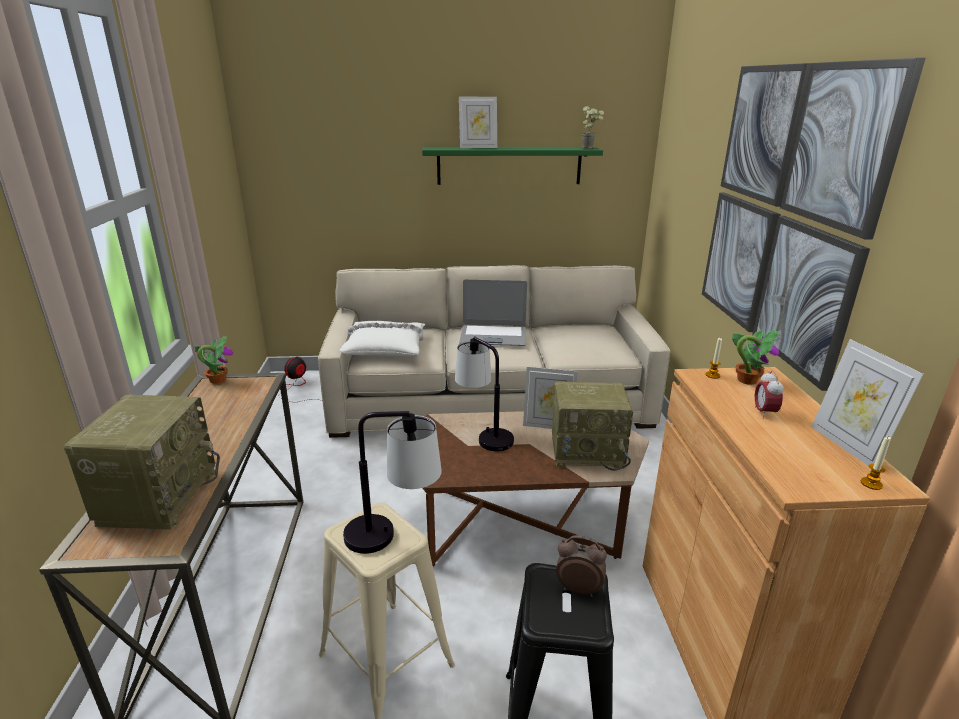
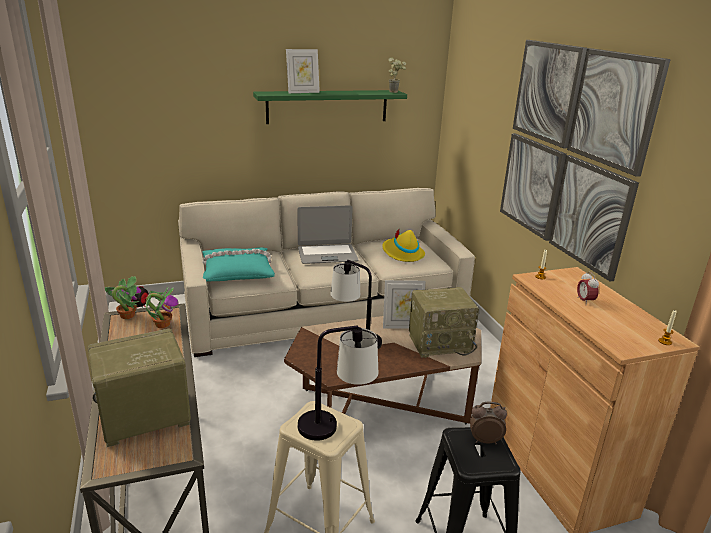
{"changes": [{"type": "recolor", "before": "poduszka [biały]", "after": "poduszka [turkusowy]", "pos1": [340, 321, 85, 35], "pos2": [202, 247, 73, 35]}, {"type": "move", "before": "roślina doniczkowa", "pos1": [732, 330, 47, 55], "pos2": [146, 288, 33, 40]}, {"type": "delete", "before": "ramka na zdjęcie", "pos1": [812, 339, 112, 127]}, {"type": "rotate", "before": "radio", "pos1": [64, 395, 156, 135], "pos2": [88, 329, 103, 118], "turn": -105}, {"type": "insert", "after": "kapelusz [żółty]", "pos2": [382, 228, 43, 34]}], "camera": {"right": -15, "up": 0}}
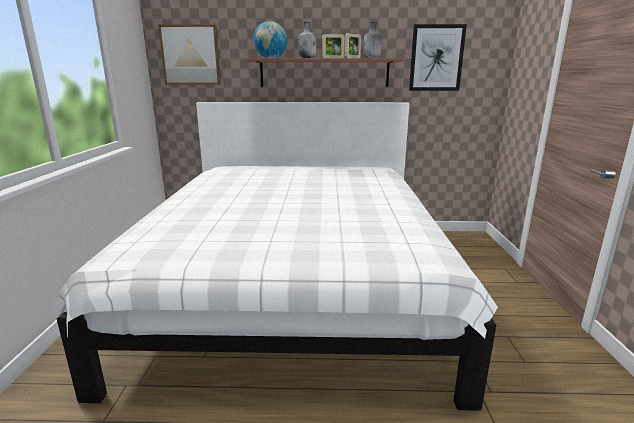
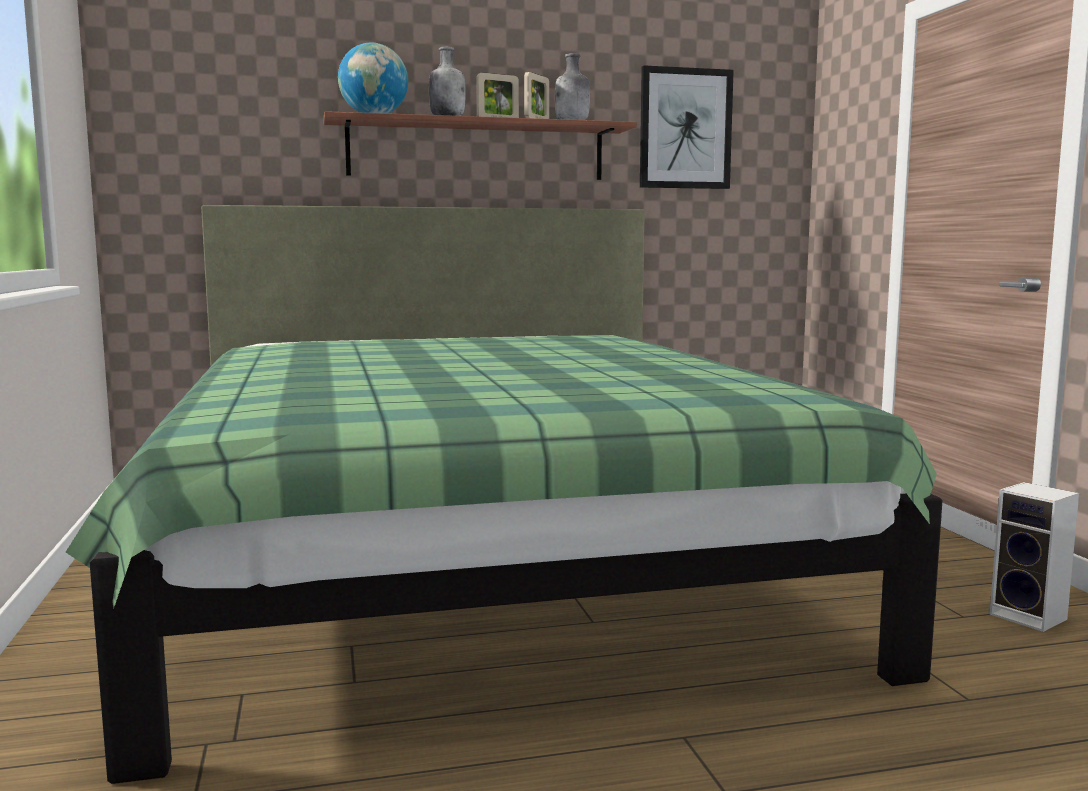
{"changes": [{"type": "delete", "before": "obraz", "pos1": [158, 24, 63, 61]}, {"type": "recolor", "before": "łóżko [biały]", "after": "łóżko [zielony]", "pos1": [53, 102, 445, 309], "pos2": [66, 205, 877, 579]}, {"type": "insert", "after": "głośnik", "pos2": [990, 482, 89, 150]}], "camera": {"right": -15, "up": -10}}
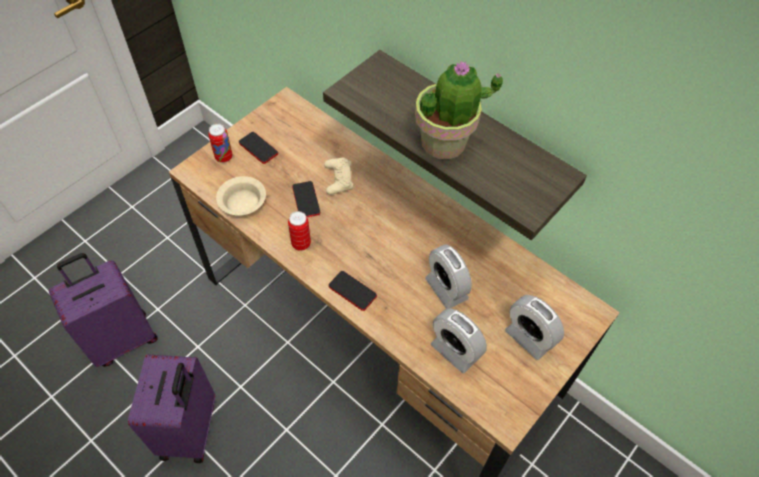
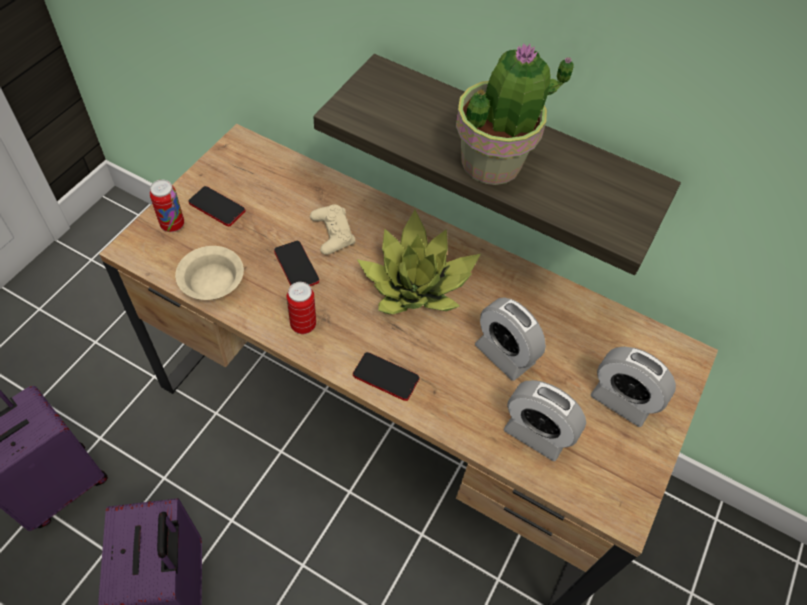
{"changes": [{"type": "insert", "after": "roślina doniczkowa", "pos2": [357, 210, 124, 104]}], "camera": {"right": -15, "up": 0}}
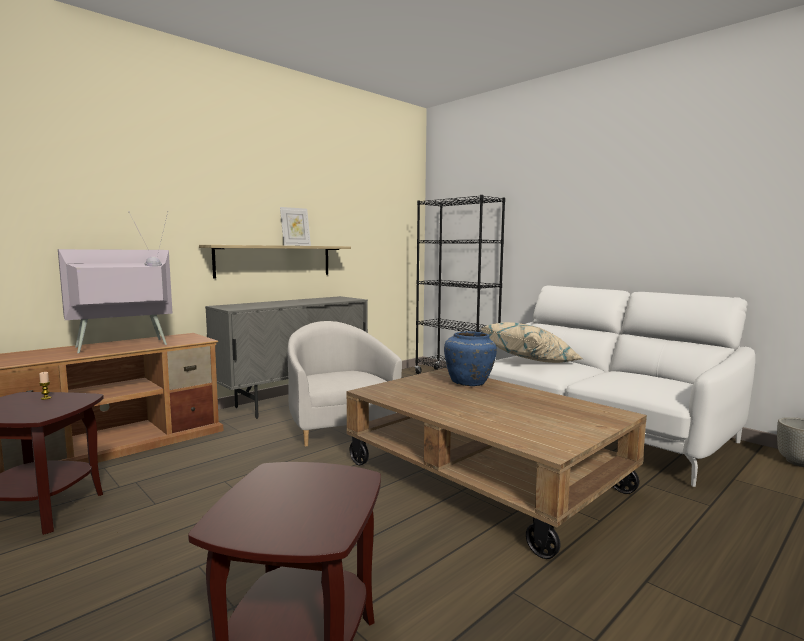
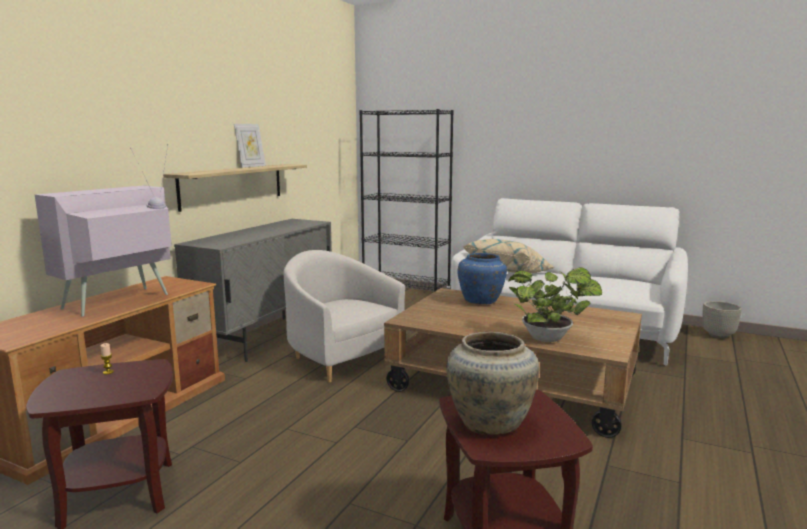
{"changes": [{"type": "insert", "after": "roślina doniczkowa", "pos2": [508, 268, 94, 74]}, {"type": "insert", "after": "wazon [beżowy]", "pos2": [446, 332, 93, 102]}], "camera": {"right": -20, "up": 5}}
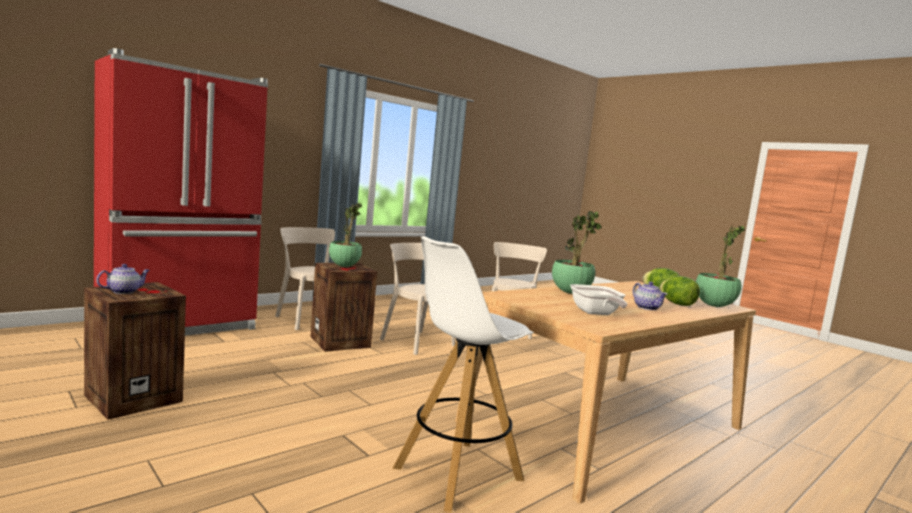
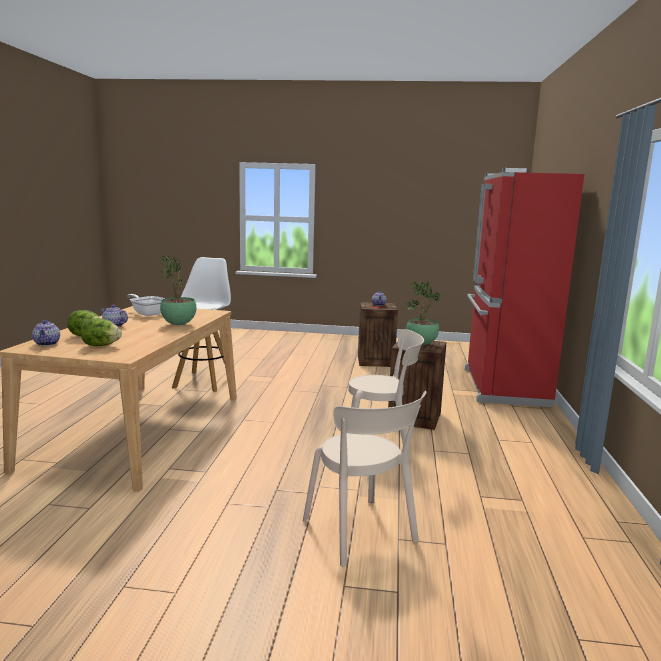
{"changes": [{"type": "replace", "before": "roślina doniczkowa", "after": "imbryk", "pos1": [696, 225, 49, 82], "pos2": [32, 320, 28, 26]}, {"type": "delete", "before": "krzesło [beżowy]", "pos1": [275, 227, 60, 103]}], "camera": {"right": 140, "up": 5}}
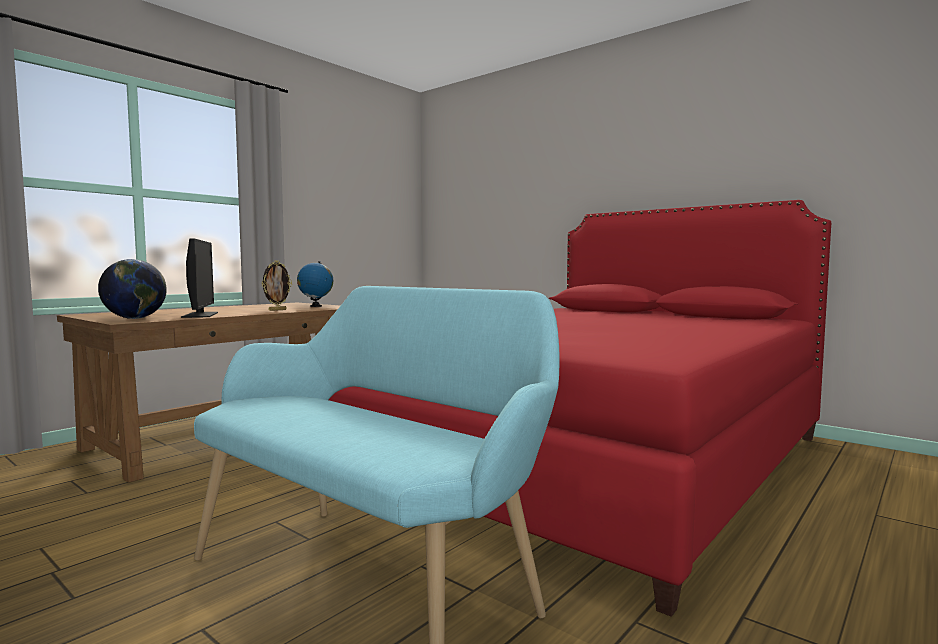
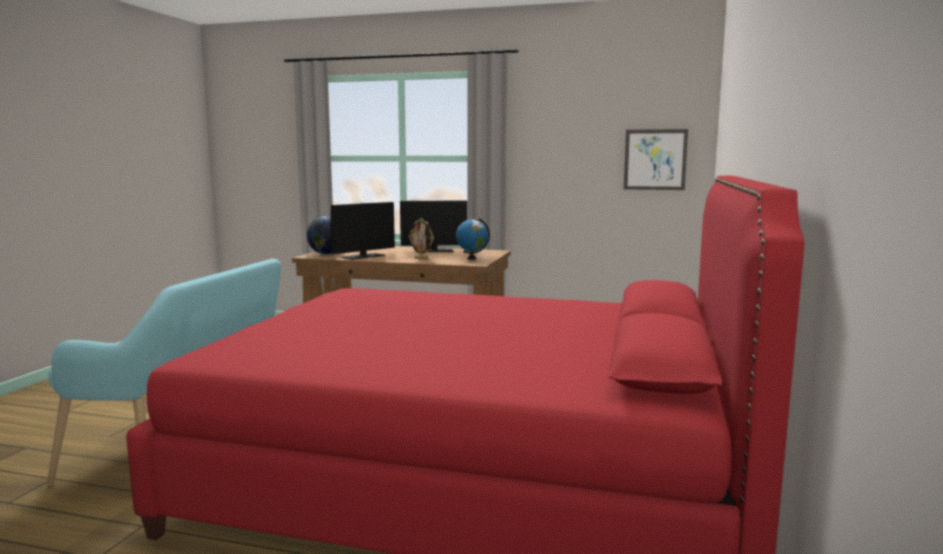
{"changes": [{"type": "insert", "after": "obraz", "pos2": [624, 129, 64, 61]}, {"type": "insert", "after": "monitor", "pos2": [400, 201, 67, 51]}], "camera": {"right": 65, "up": 5}}
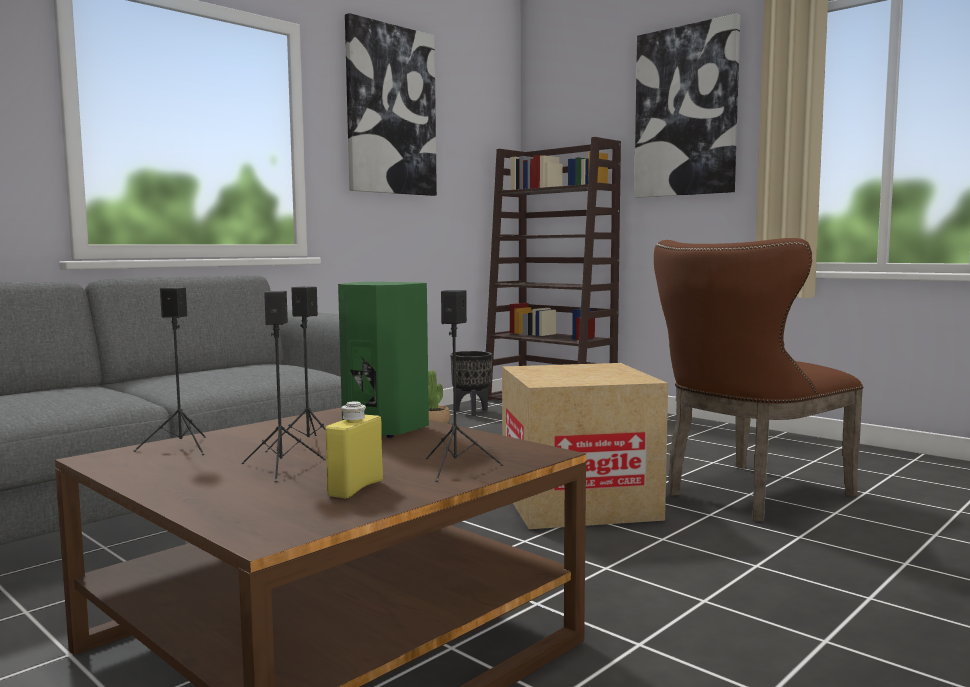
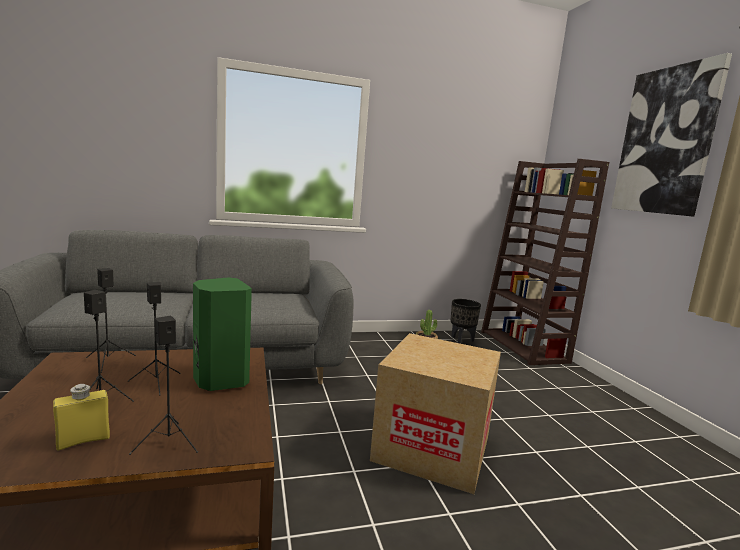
{"changes": [{"type": "delete", "before": "obraz", "pos1": [345, 13, 92, 183]}, {"type": "delete", "before": "krzesło [brązowy]", "pos1": [654, 238, 209, 284]}], "camera": {"right": 30, "up": 5}}
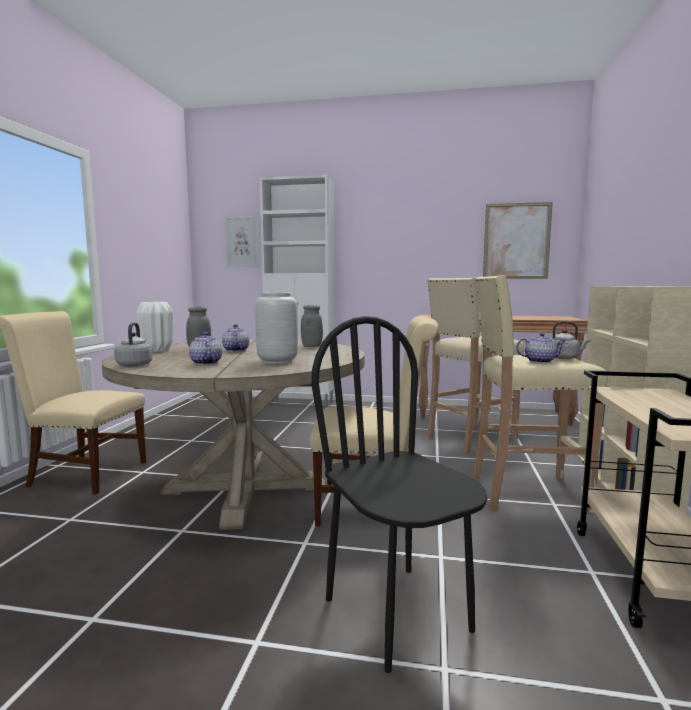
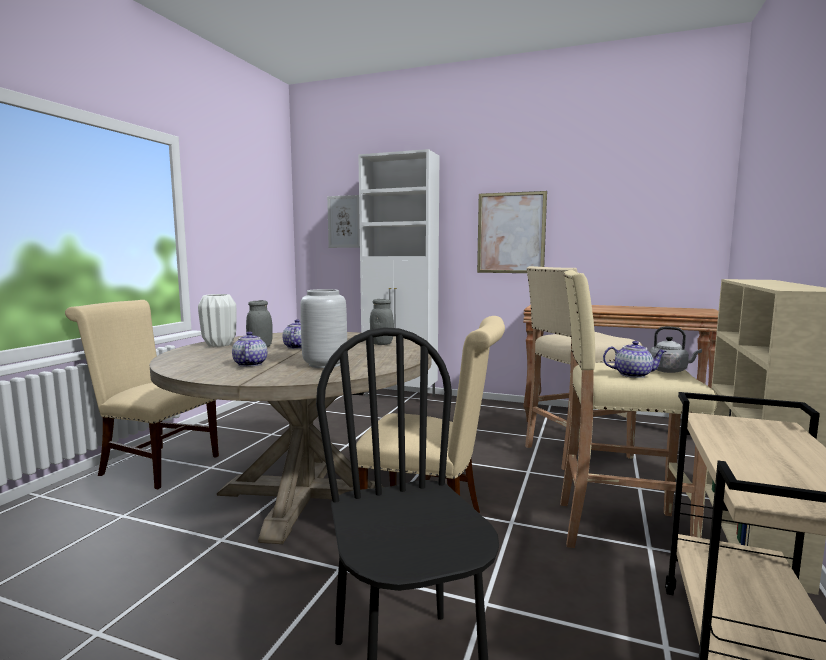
{"changes": [{"type": "move", "before": "obraz", "pos1": [483, 202, 70, 77], "pos2": [477, 191, 70, 82]}, {"type": "delete", "before": "czajnik [szary]", "pos1": [114, 323, 39, 44]}], "camera": {"right": 10, "up": 0}}
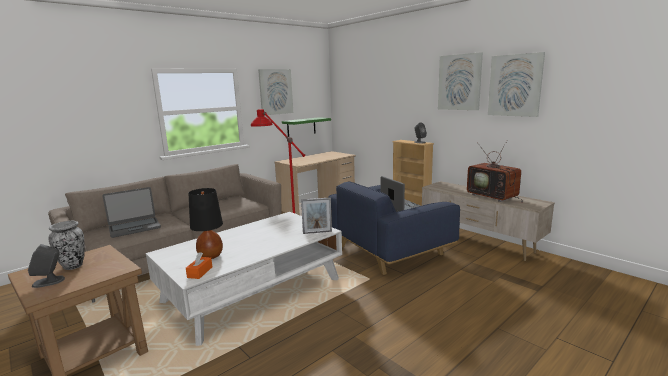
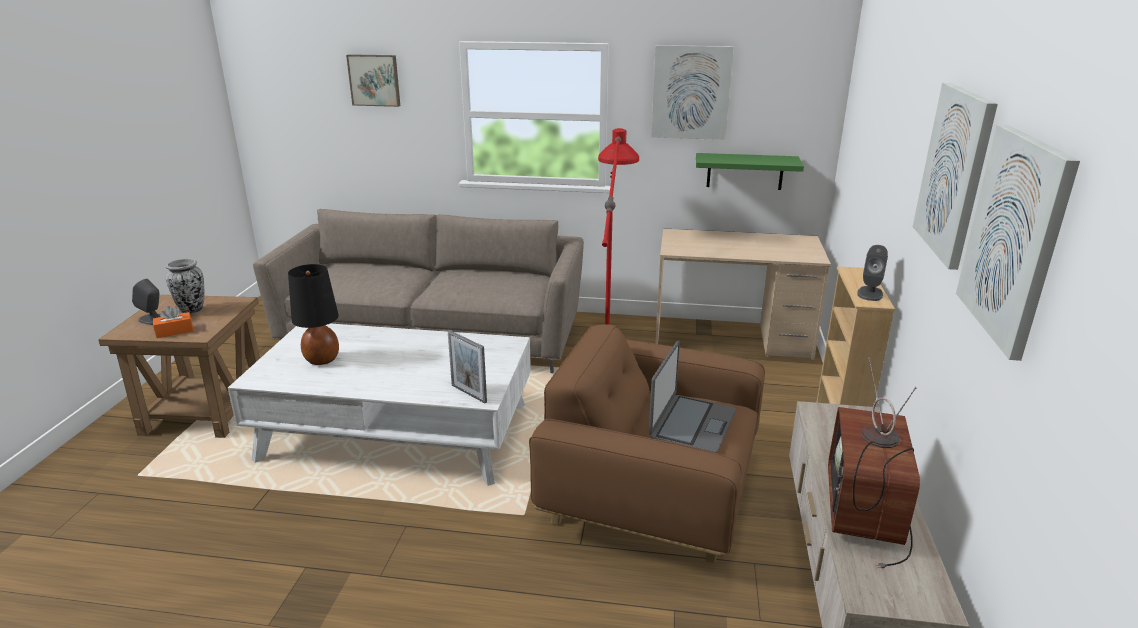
{"changes": [{"type": "recolor", "before": "fotel [niebieski]", "after": "fotel [brązowy]", "pos1": [328, 181, 132, 94], "pos2": [529, 324, 236, 239]}, {"type": "delete", "before": "laptop", "pos1": [102, 187, 59, 51]}, {"type": "move", "before": "pudełko chusteczek [pomarańczowy]", "pos1": [186, 252, 26, 27], "pos2": [153, 306, 40, 32]}, {"type": "insert", "after": "obraz", "pos2": [346, 54, 54, 53]}], "camera": {"right": 50, "up": 10}}
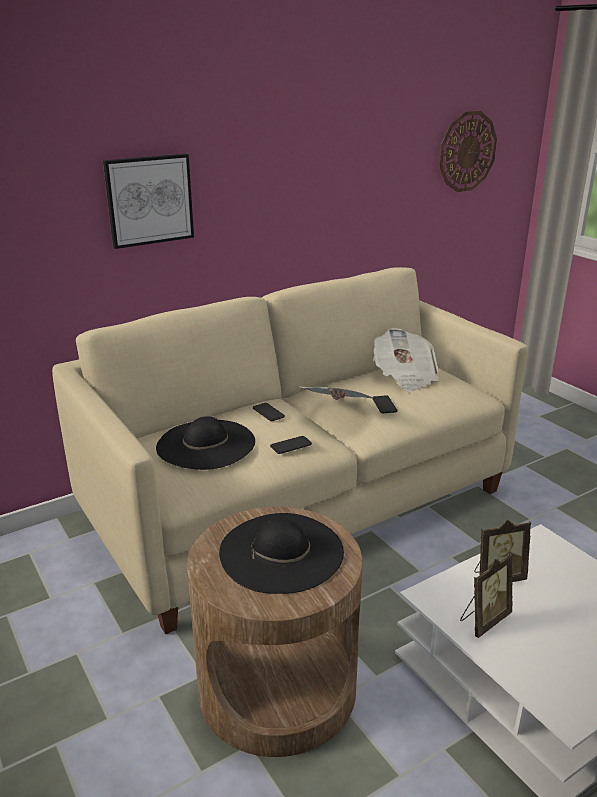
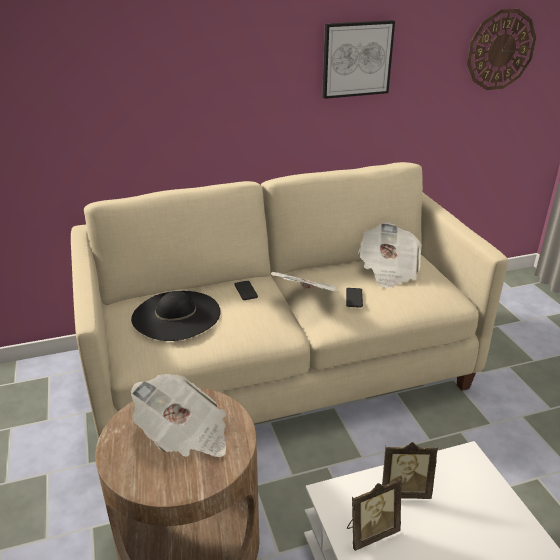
{"changes": [{"type": "move", "before": "obraz", "pos1": [103, 154, 91, 95], "pos2": [322, 20, 73, 79]}, {"type": "delete", "before": "telefon", "pos1": [270, 436, 42, 18]}, {"type": "replace", "before": "kapelusz [czarny]", "after": "gazeta", "pos1": [219, 513, 125, 81], "pos2": [131, 374, 95, 83]}], "camera": {"right": 15, "up": 5}}
